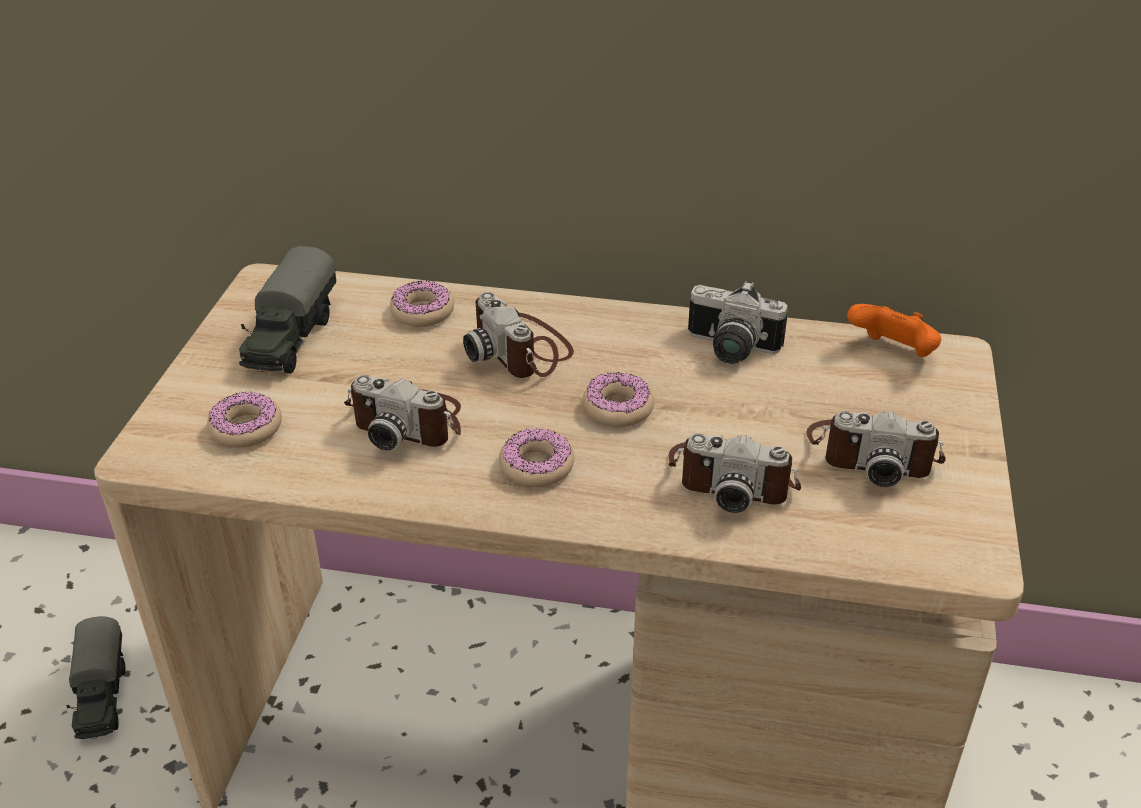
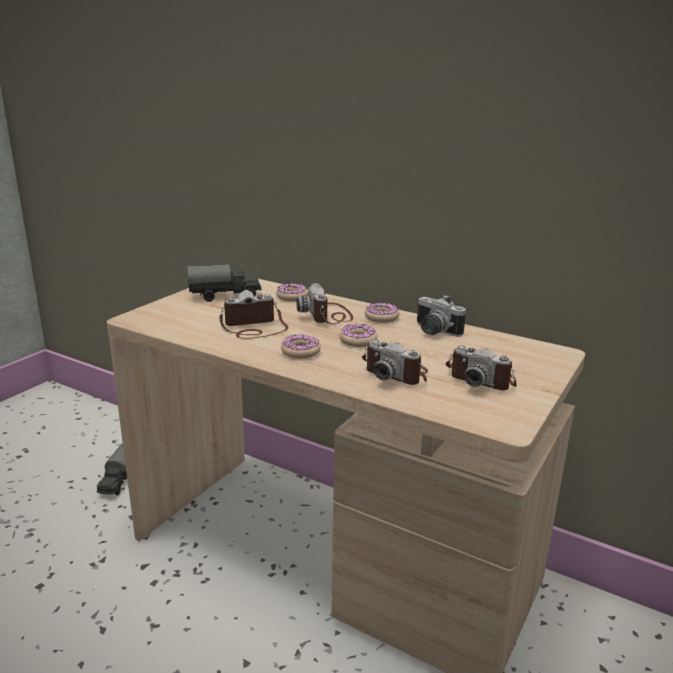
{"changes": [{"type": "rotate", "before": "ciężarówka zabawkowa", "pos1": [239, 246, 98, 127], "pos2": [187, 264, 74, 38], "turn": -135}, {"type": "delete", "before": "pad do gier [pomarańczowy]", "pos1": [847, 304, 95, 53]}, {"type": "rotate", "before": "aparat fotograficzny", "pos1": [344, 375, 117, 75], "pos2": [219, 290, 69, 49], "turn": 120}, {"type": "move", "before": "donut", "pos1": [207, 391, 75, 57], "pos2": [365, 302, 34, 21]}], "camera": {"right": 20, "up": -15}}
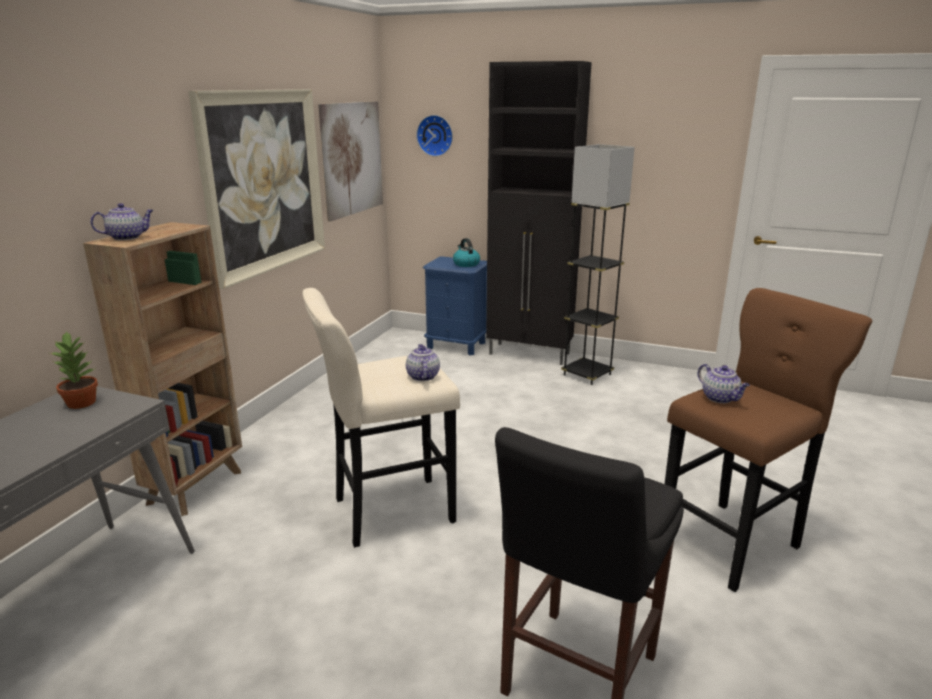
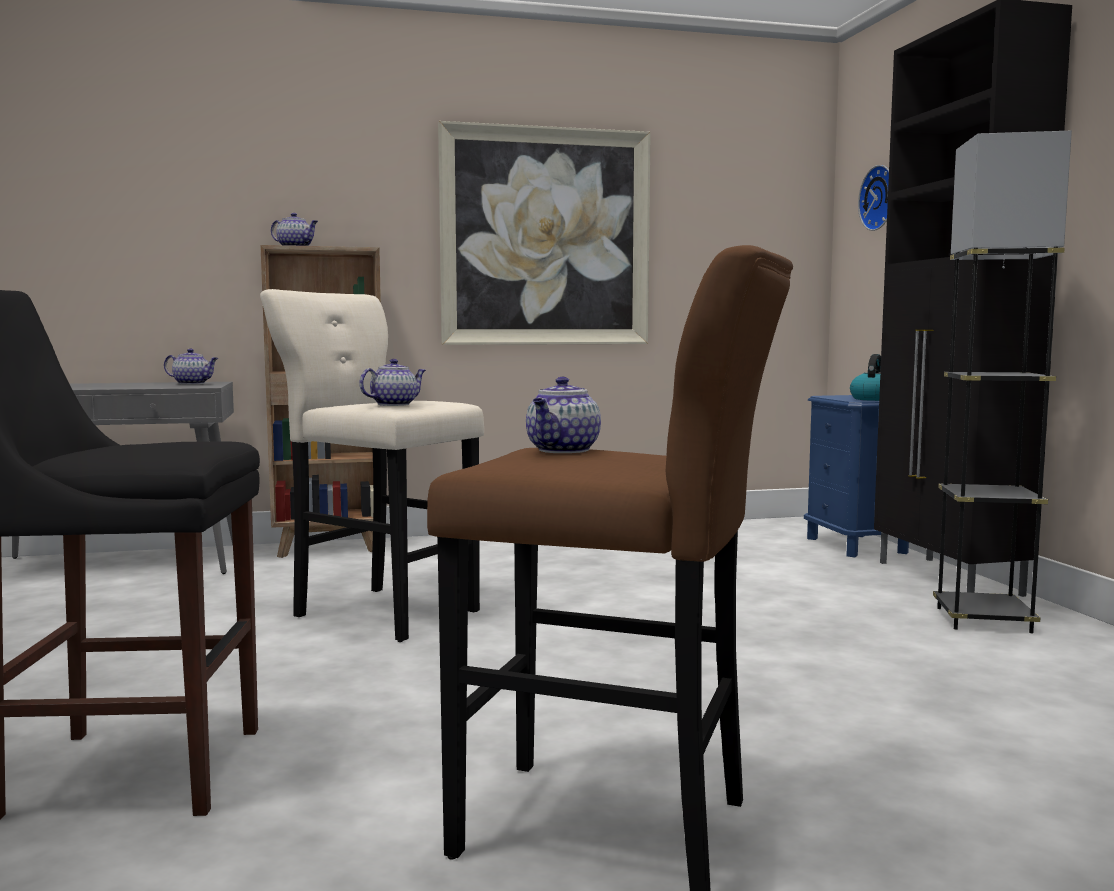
{"changes": [{"type": "delete", "before": "obraz", "pos1": [318, 101, 65, 120]}, {"type": "replace", "before": "roślina doniczkowa", "after": "imbryk", "pos1": [50, 331, 48, 78], "pos2": [164, 349, 54, 35]}], "camera": {"right": 55, "up": -15}}
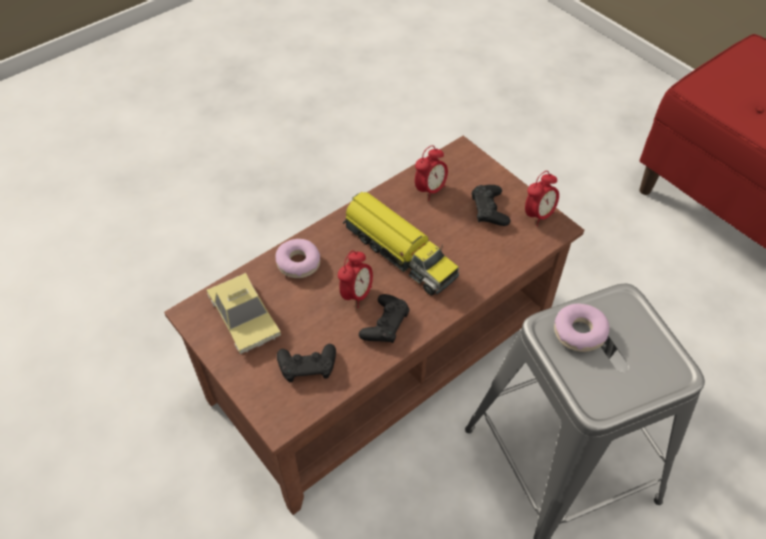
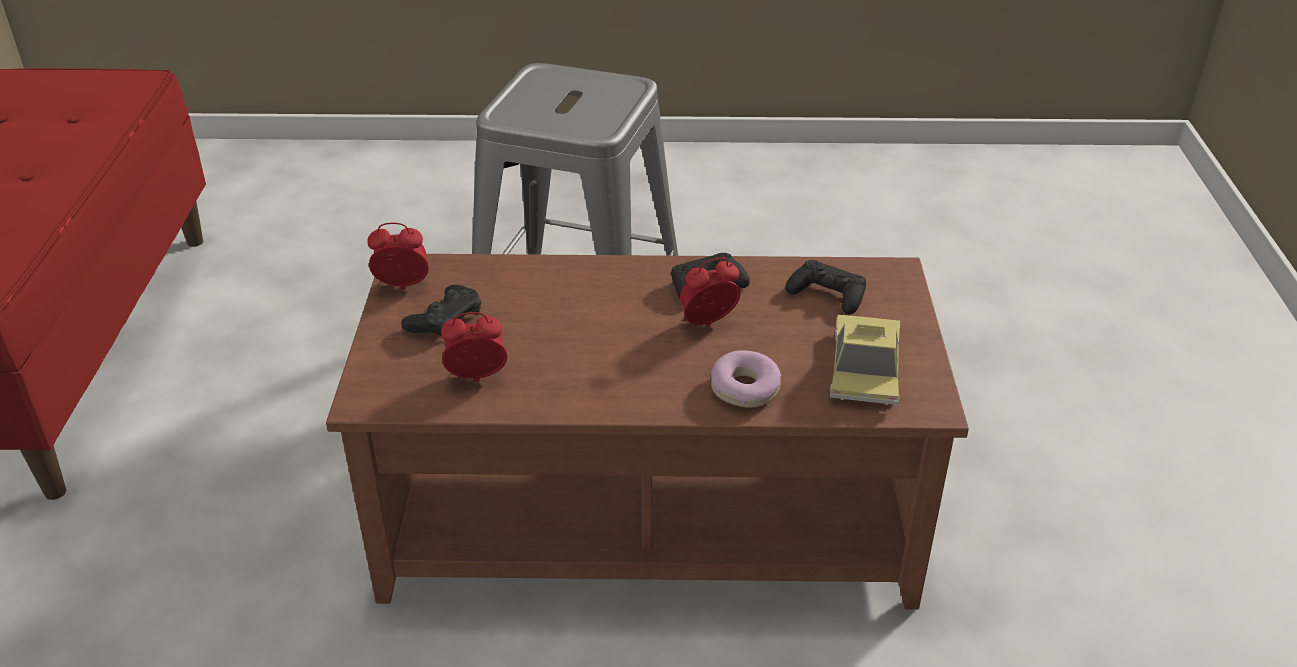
{"changes": [{"type": "delete", "before": "ciężarówka zabawkowa", "pos1": [343, 192, 116, 103]}, {"type": "delete", "before": "donut", "pos1": [554, 304, 55, 48]}], "camera": {"right": -140, "up": -15}}
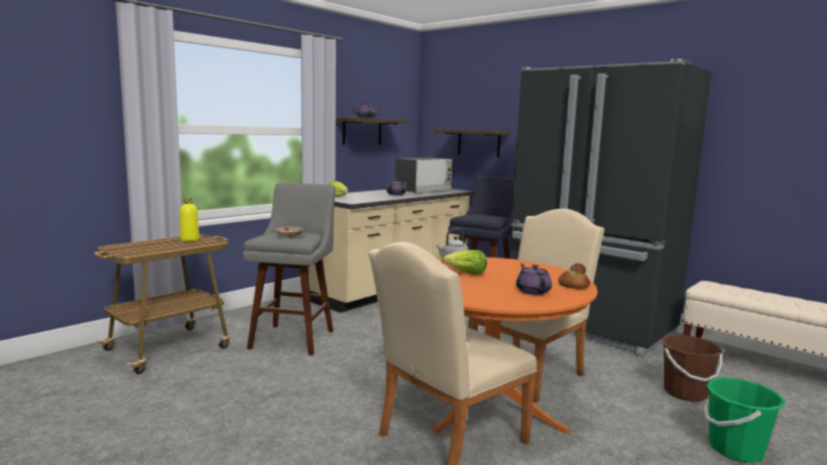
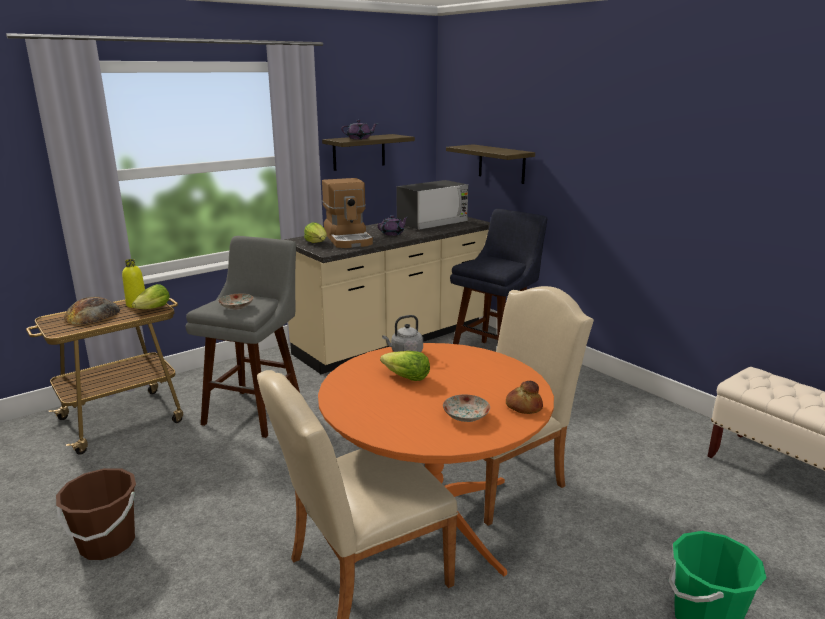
{"changes": [{"type": "delete", "before": "lodówka [czarny]", "pos1": [509, 59, 203, 298]}, {"type": "replace", "before": "imbryk [fioletowy]", "after": "talerz", "pos1": [516, 264, 36, 31], "pos2": [443, 394, 47, 28]}, {"type": "move", "before": "wiadro [brązowy]", "pos1": [661, 335, 62, 66], "pos2": [56, 468, 80, 92]}, {"type": "insert", "after": "ekspres do kawy", "pos2": [322, 178, 51, 70]}, {"type": "insert", "after": "sałata", "pos2": [132, 284, 38, 25]}, {"type": "insert", "after": "chleb", "pos2": [63, 296, 58, 29]}], "camera": {"right": 10, "up": 10}}
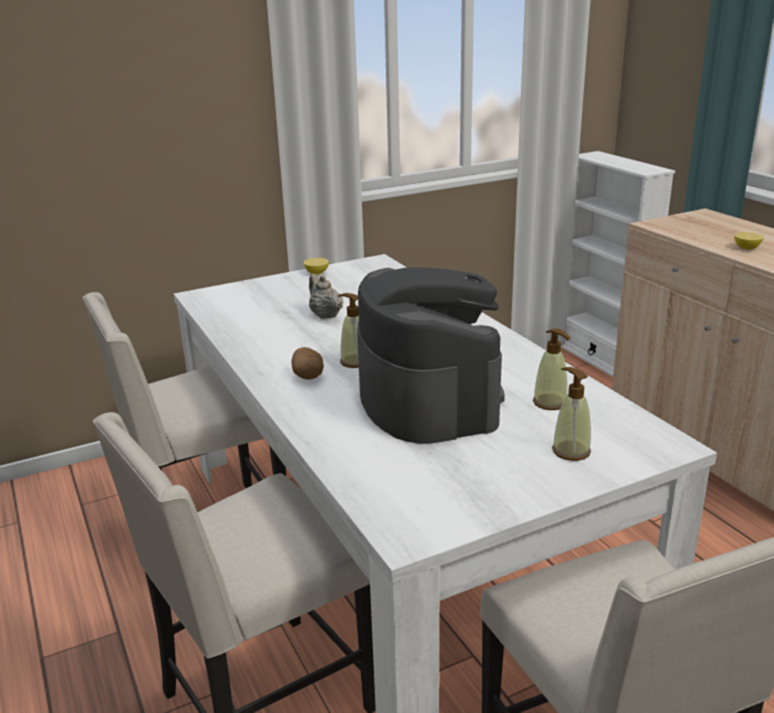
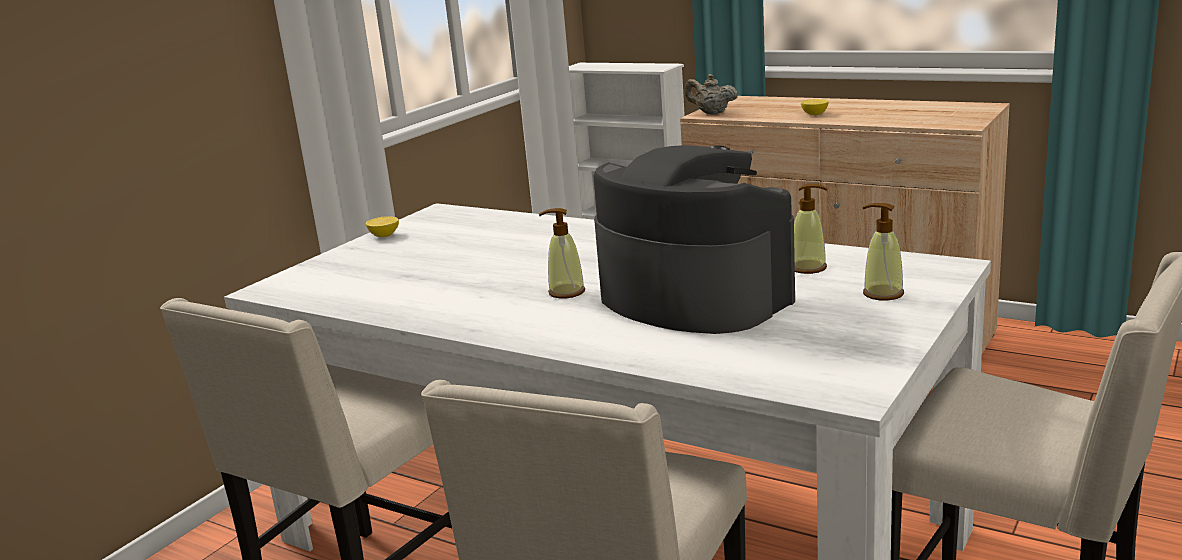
{"changes": [{"type": "move", "before": "imbryk [beżowy]", "pos1": [309, 274, 35, 45], "pos2": [685, 74, 53, 41]}, {"type": "delete", "before": "ziemniak", "pos1": [291, 347, 33, 33]}], "camera": {"right": -30, "up": -5}}
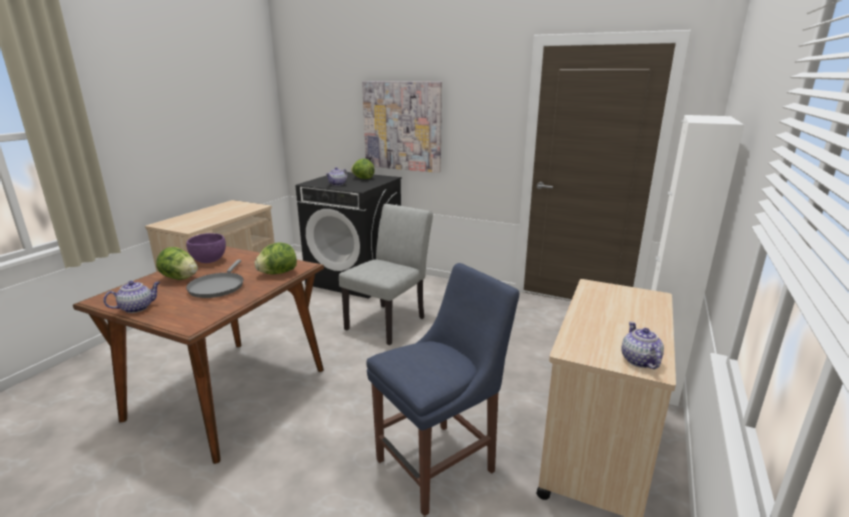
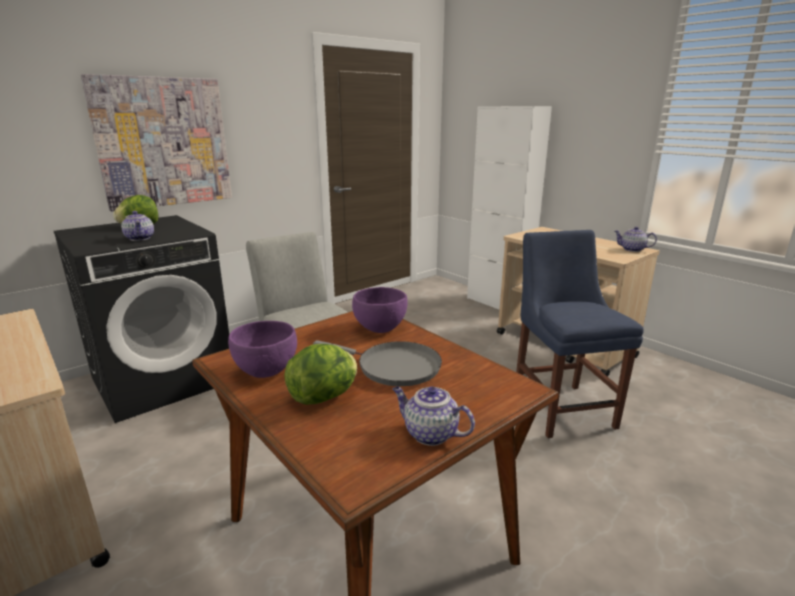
{"changes": [{"type": "replace", "before": "sałata", "after": "miska [fioletowy]", "pos1": [254, 242, 43, 32], "pos2": [352, 287, 56, 46]}, {"type": "rotate", "before": "imbryk", "pos1": [103, 281, 57, 32], "pos2": [393, 386, 82, 60], "turn": -45}], "camera": {"right": -65, "up": 0}}
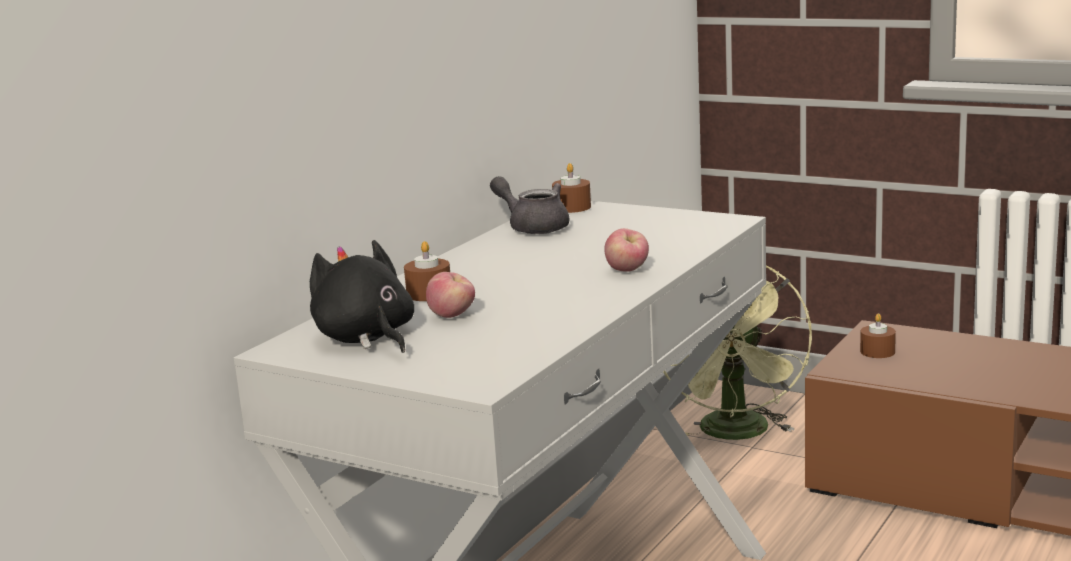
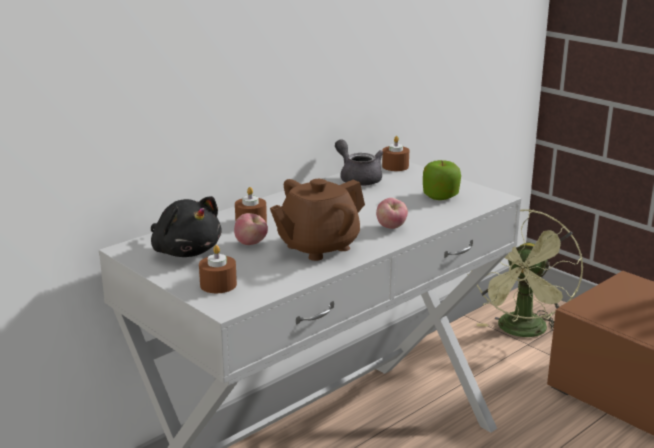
{"changes": [{"type": "rotate", "before": "pluszak [czarny]", "pos1": [310, 240, 104, 113], "pos2": [151, 196, 71, 61], "turn": 150}, {"type": "move", "before": "świeca [brązowy]", "pos1": [860, 313, 36, 45], "pos2": [199, 245, 38, 48]}, {"type": "insert", "after": "jabłko", "pos2": [423, 160, 38, 40]}, {"type": "insert", "after": "imbryk [brązowy]", "pos2": [270, 179, 95, 82]}], "camera": {"right": 15, "up": 5}}
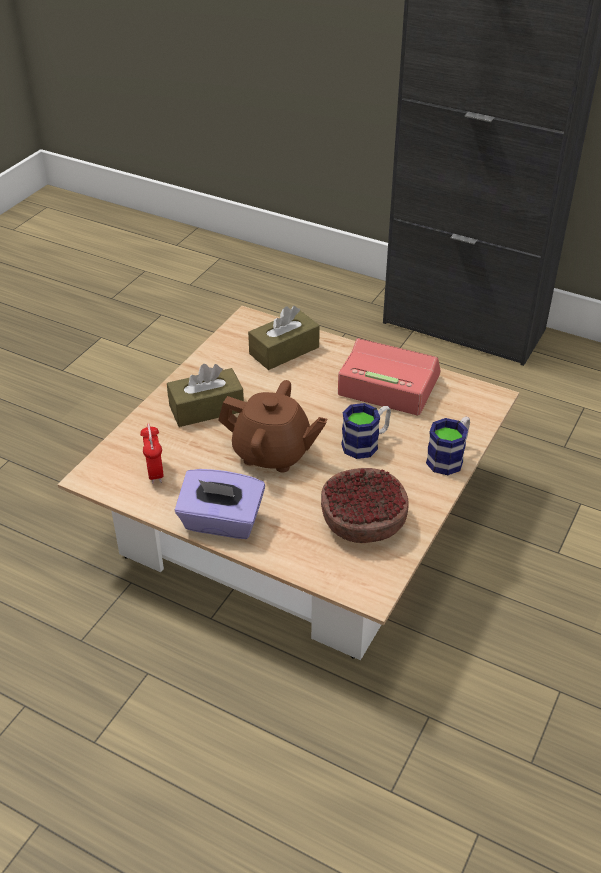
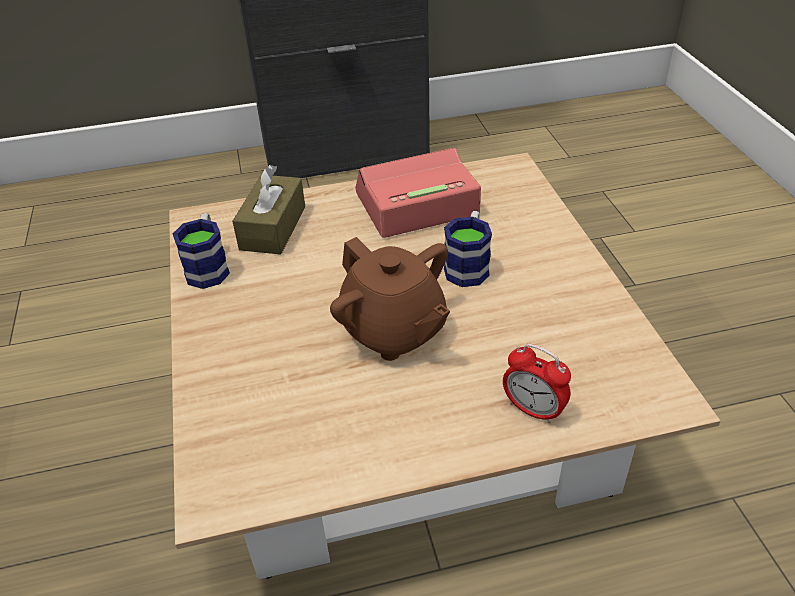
{"changes": [{"type": "delete", "before": "pudełko chusteczek [brązowy]", "pos1": [167, 364, 77, 63]}, {"type": "rotate", "before": "imbryk [brązowy]", "pos1": [218, 380, 109, 93], "pos2": [330, 237, 120, 124], "turn": 75}, {"type": "move", "before": "kubek", "pos1": [426, 417, 44, 58], "pos2": [173, 213, 57, 76]}, {"type": "move", "before": "budzik", "pos1": [140, 424, 24, 60], "pos2": [503, 344, 68, 80]}, {"type": "delete", "before": "miska", "pos1": [321, 468, 88, 75]}, {"type": "delete", "before": "pudełko chusteczek [fioletowy]", "pos1": [175, 469, 90, 70]}], "camera": {"right": -40, "up": 0}}
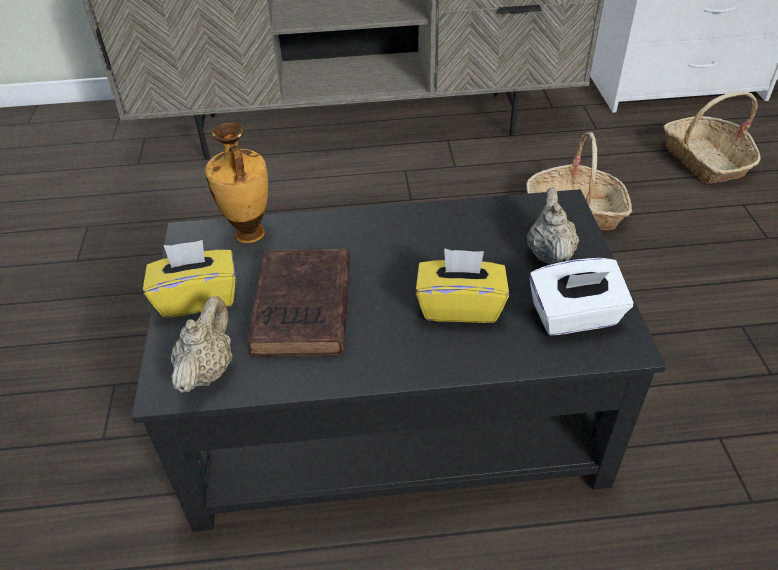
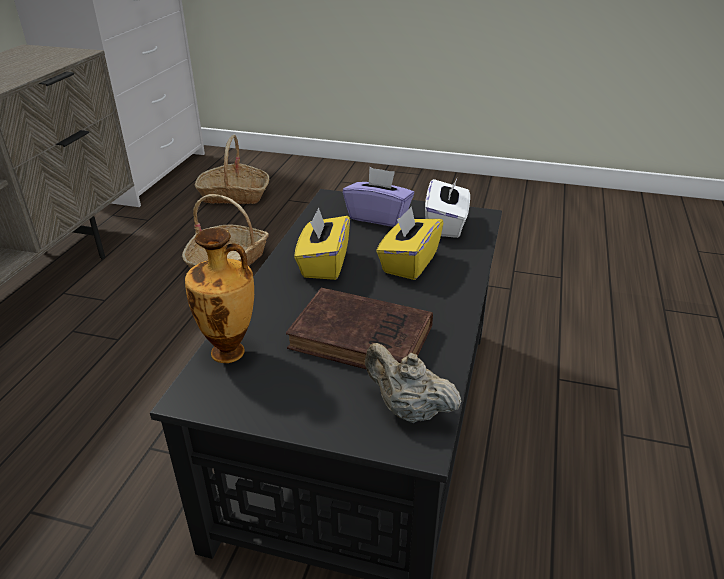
{"changes": [{"type": "replace", "before": "imbryk [beżowy]", "after": "pudełko chusteczek [fioletowy]", "pos1": [527, 187, 52, 78], "pos2": [343, 167, 71, 60]}, {"type": "move", "before": "pudełko chusteczek [żółty]", "pos1": [143, 240, 93, 78], "pos2": [294, 207, 56, 73]}], "camera": {"right": -70, "up": -10}}
